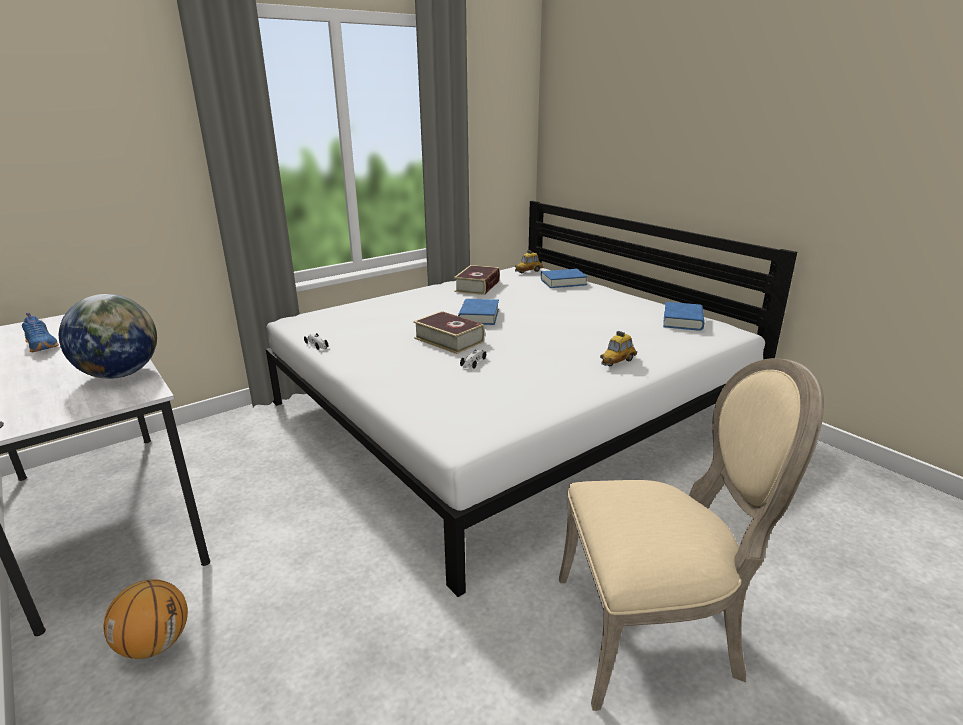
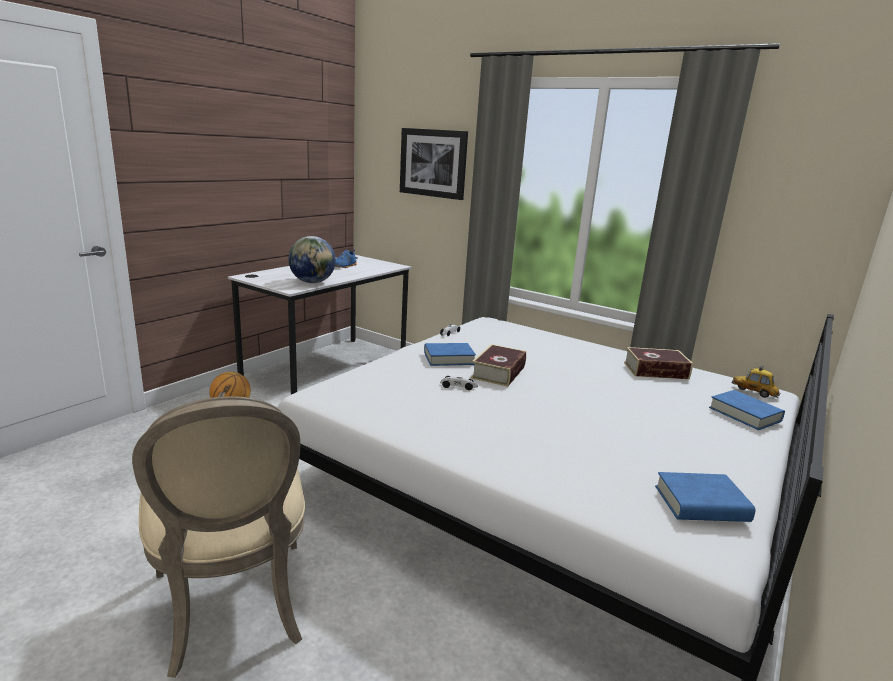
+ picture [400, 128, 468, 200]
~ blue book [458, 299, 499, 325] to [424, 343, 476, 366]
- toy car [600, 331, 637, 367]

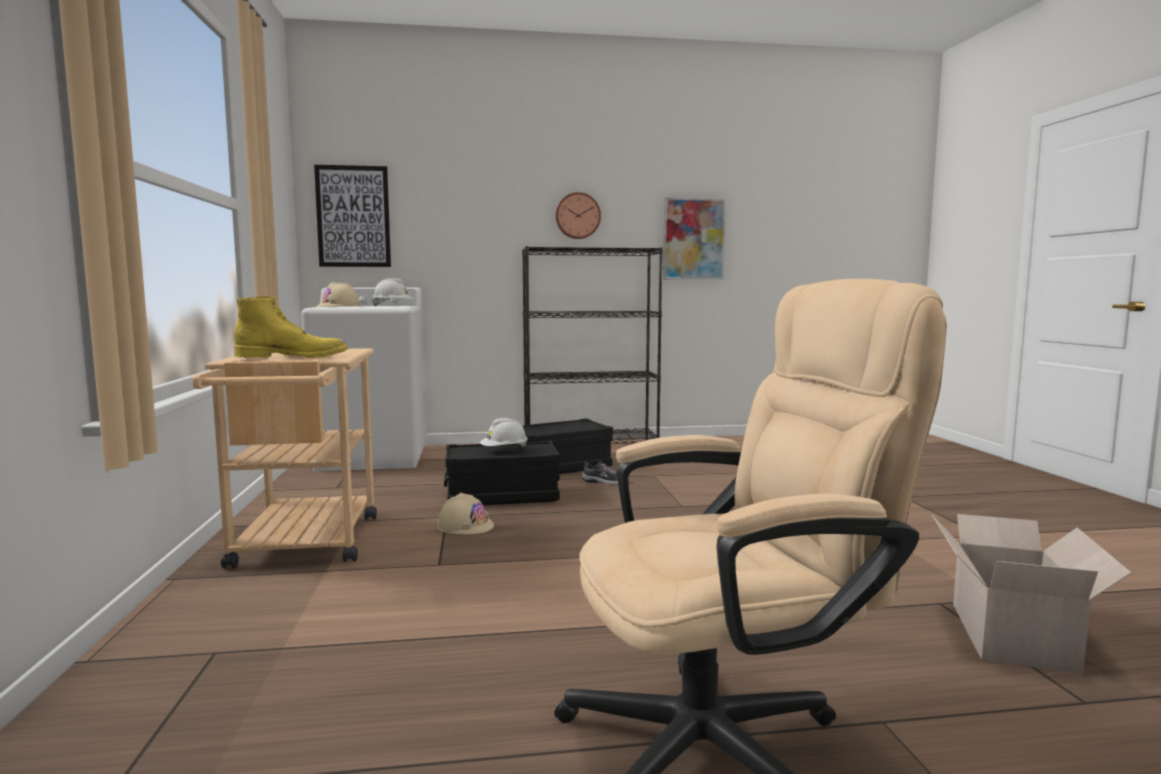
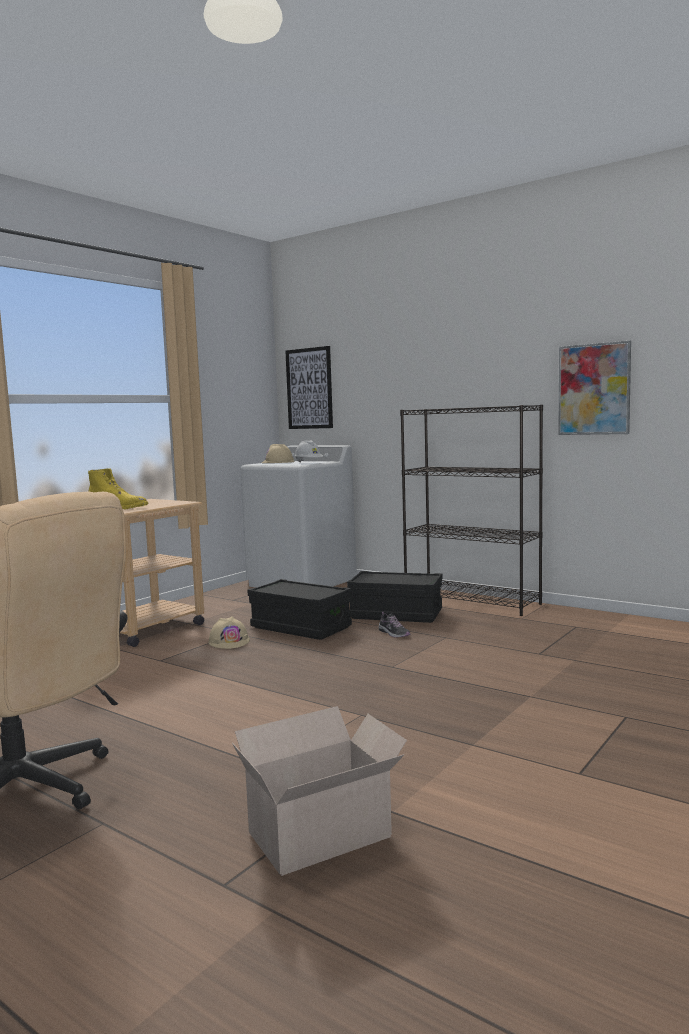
- white hard hat [480, 418, 528, 448]
- wall clock [556, 192, 601, 239]

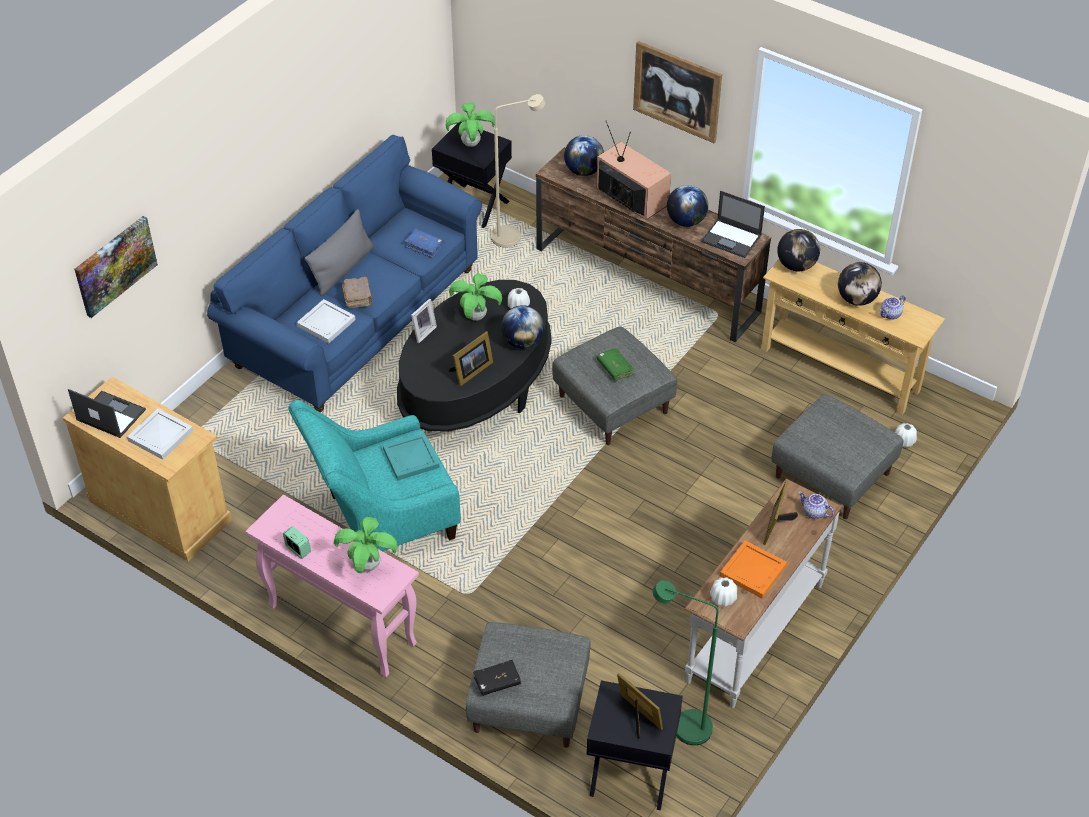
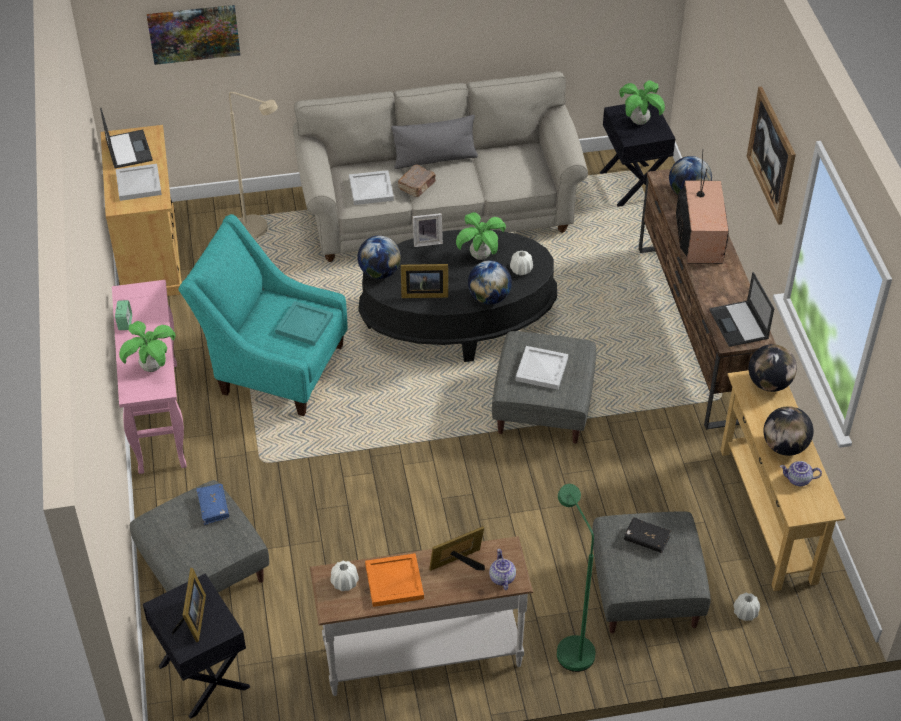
~ blue book [404, 229, 444, 258] to [196, 484, 229, 525]
~ beige floor lamp [491, 94, 545, 247] to [229, 92, 278, 238]
~ blue sofa [207, 135, 482, 412] to beige sofa [292, 71, 588, 262]
~ globe [667, 185, 708, 227] to [357, 235, 401, 279]
~ green book [597, 348, 635, 381] to white tray [515, 346, 568, 390]
~ green floor lamp [653, 580, 719, 745] to [557, 484, 596, 672]
~ black book [473, 660, 521, 696] to [624, 517, 671, 553]

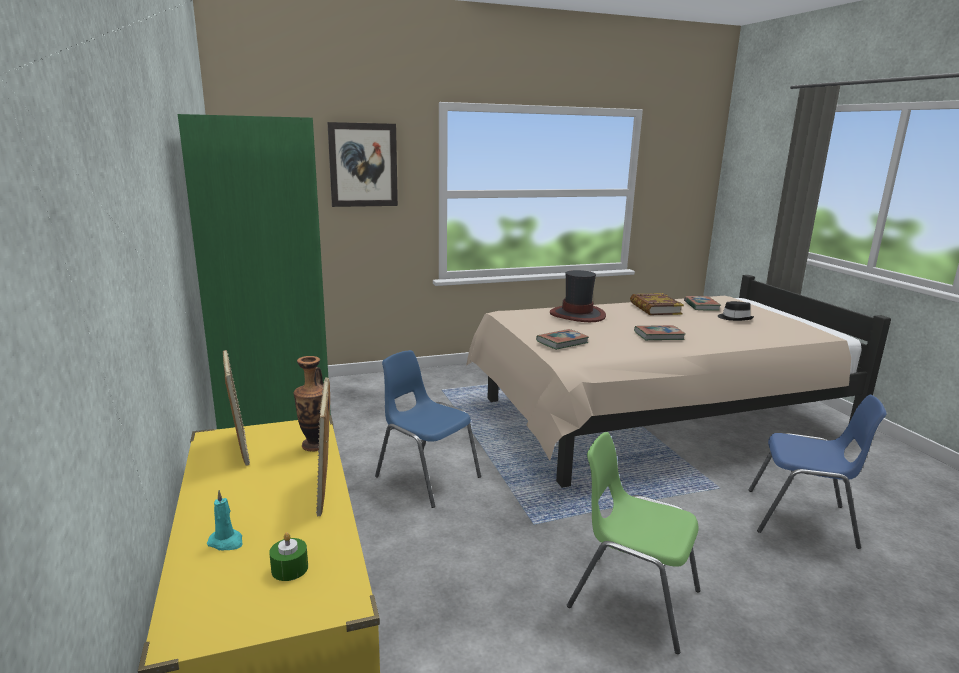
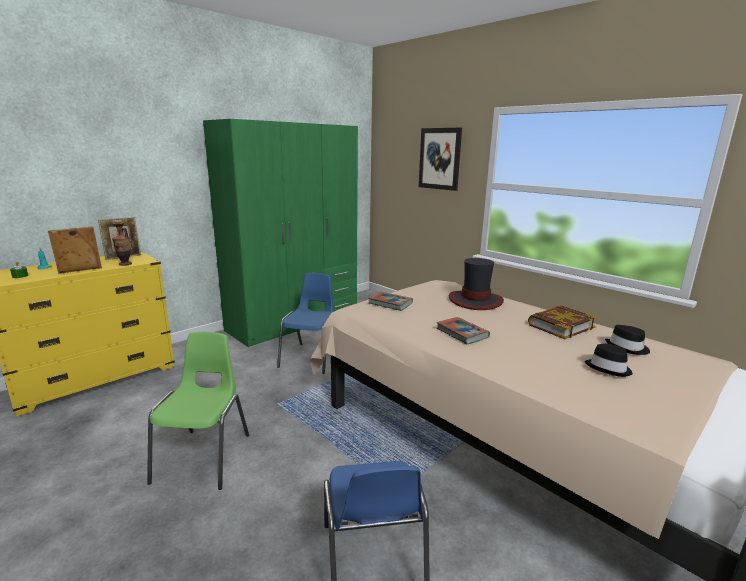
~ book [684, 296, 721, 311] to black hat [605, 325, 650, 355]

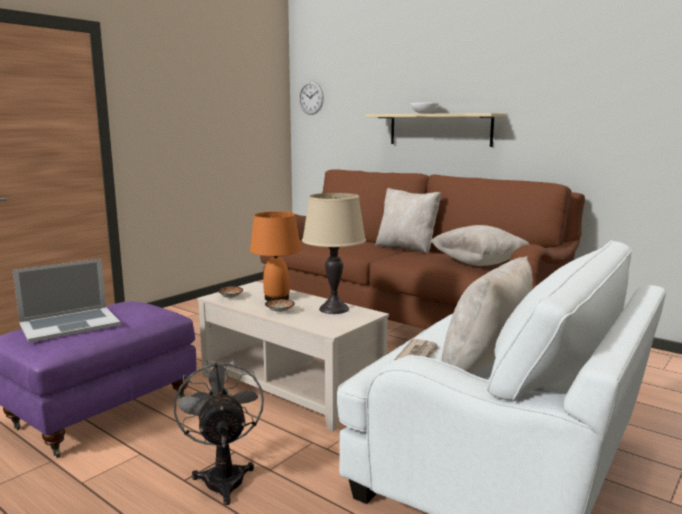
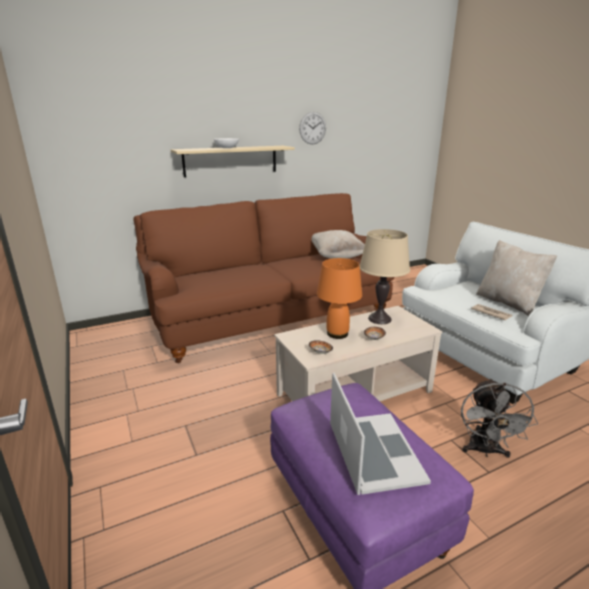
~ wall clock [299, 81, 324, 115] to [299, 112, 326, 144]
~ grey fan [174, 358, 264, 505] = [461, 378, 538, 458] 90 degrees counterclockwise
- beige pillow [375, 188, 441, 254]

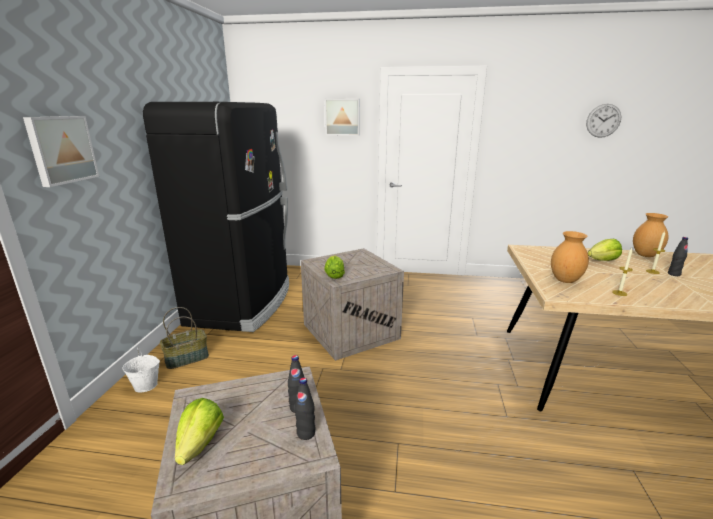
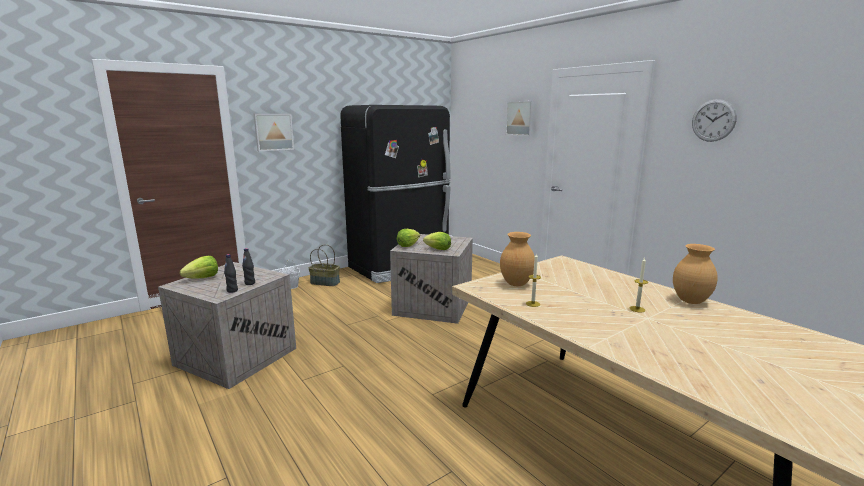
~ lettuce [588, 239, 622, 261] to [423, 232, 451, 250]
~ wall clock [586, 104, 621, 138] to [692, 99, 737, 142]
- black bottle [668, 237, 688, 276]

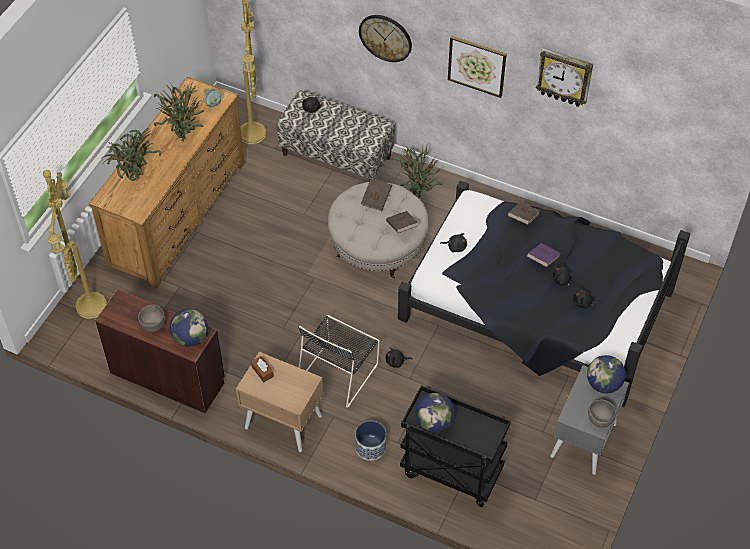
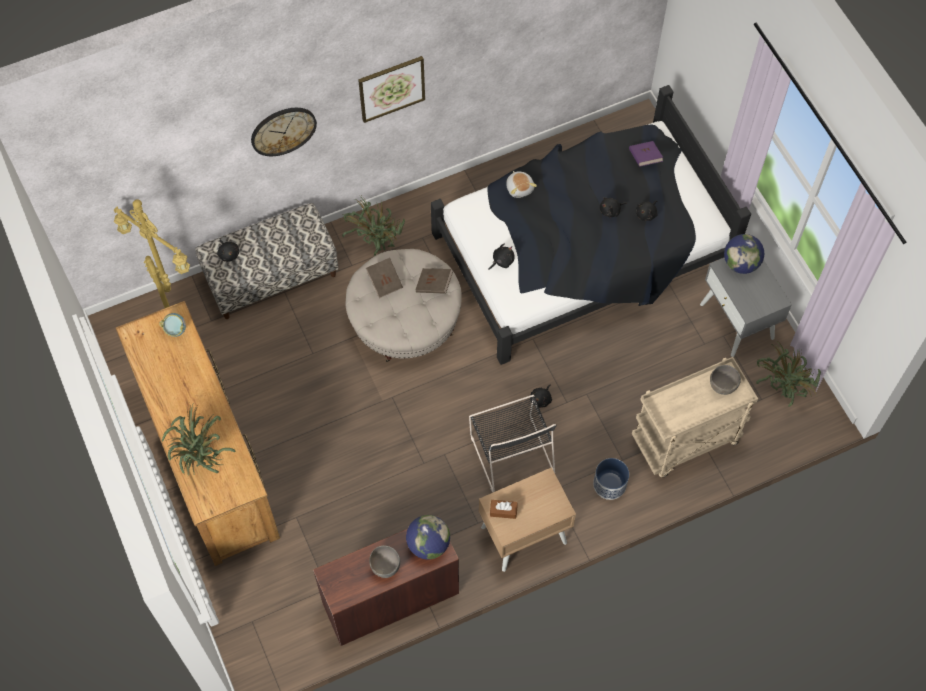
~ brown book [508, 202, 540, 225] to plush toy [506, 171, 537, 198]
~ purple book [527, 243, 561, 267] to [629, 141, 663, 167]
~ black cart [400, 385, 511, 507] to beige cart [632, 357, 758, 477]
~ grey bowl [588, 400, 616, 428] to [710, 365, 741, 395]
~ potted plant [154, 82, 204, 141] to [756, 340, 821, 407]
- yellow floor lamp [43, 170, 107, 319]
- globe [415, 393, 455, 432]
- wall clock [536, 48, 593, 107]

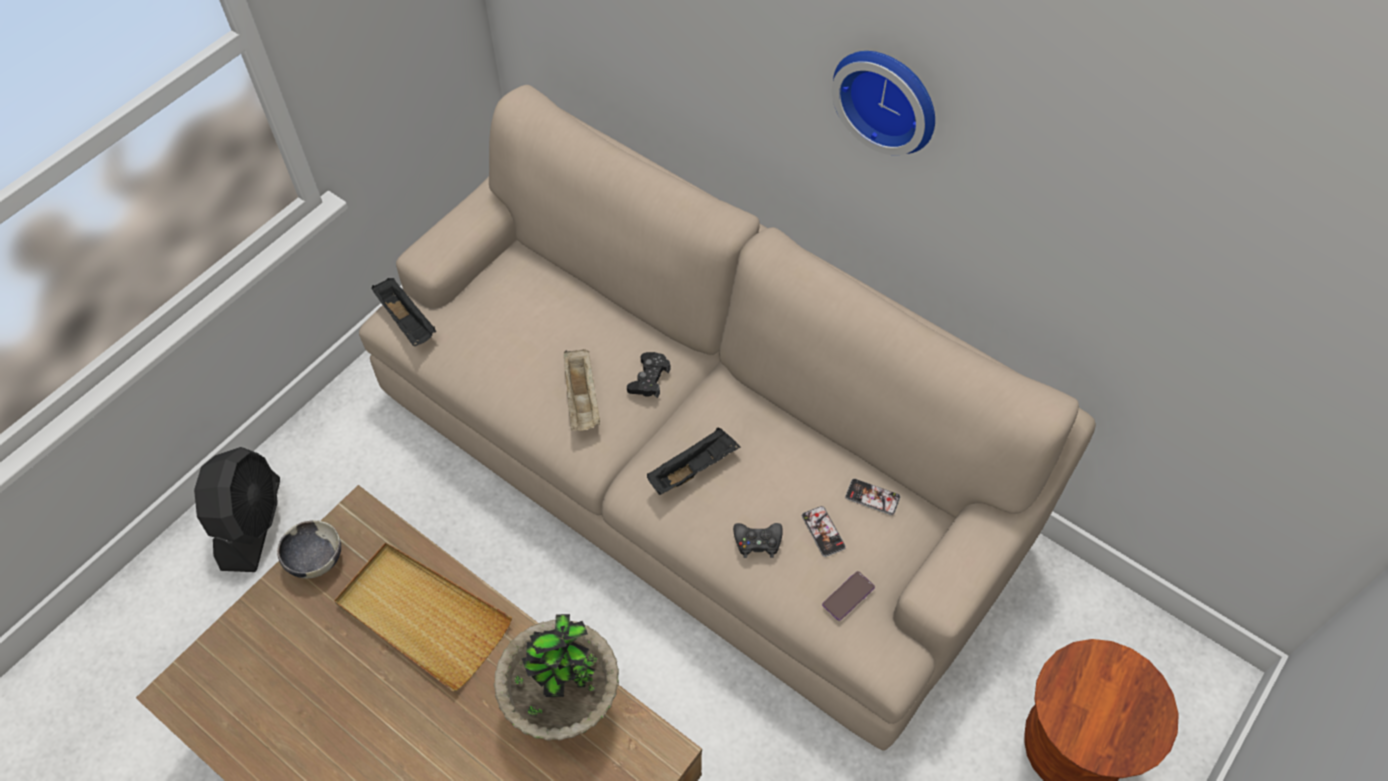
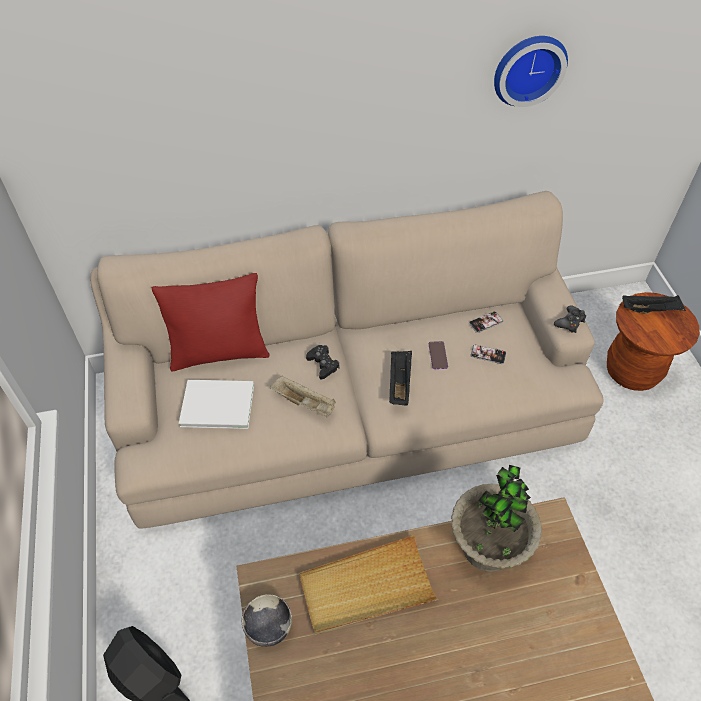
+ red pillow [152, 273, 270, 372]
+ white book [179, 380, 254, 429]
~ phone [822, 571, 875, 621] to [429, 341, 448, 369]
~ wall clock [832, 51, 935, 155] to [494, 36, 568, 107]
~ black game controller [733, 523, 782, 558] to [554, 305, 586, 333]
~ black tray [372, 278, 436, 346] to [622, 295, 686, 314]

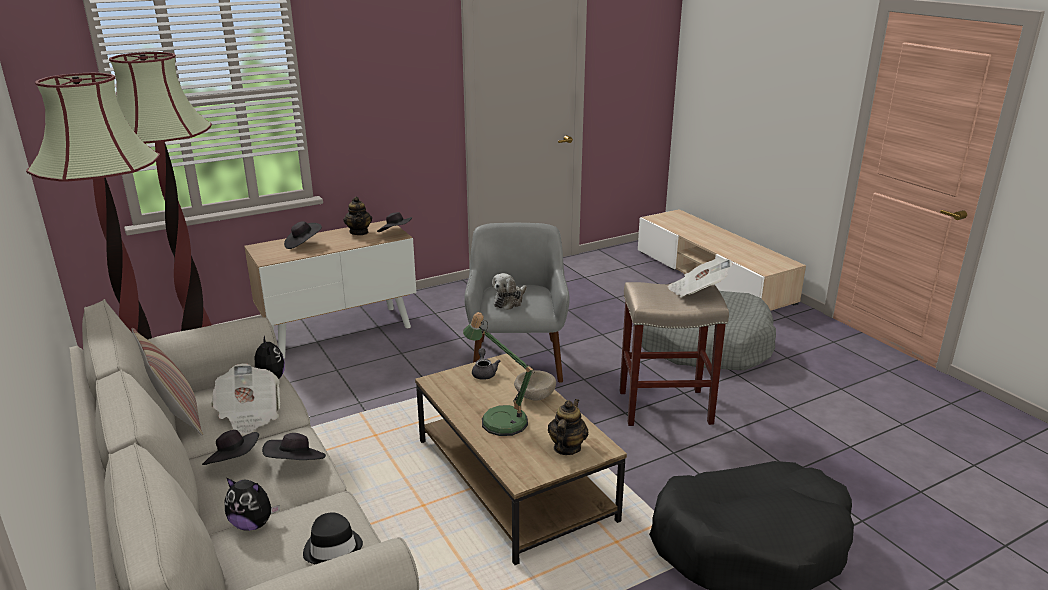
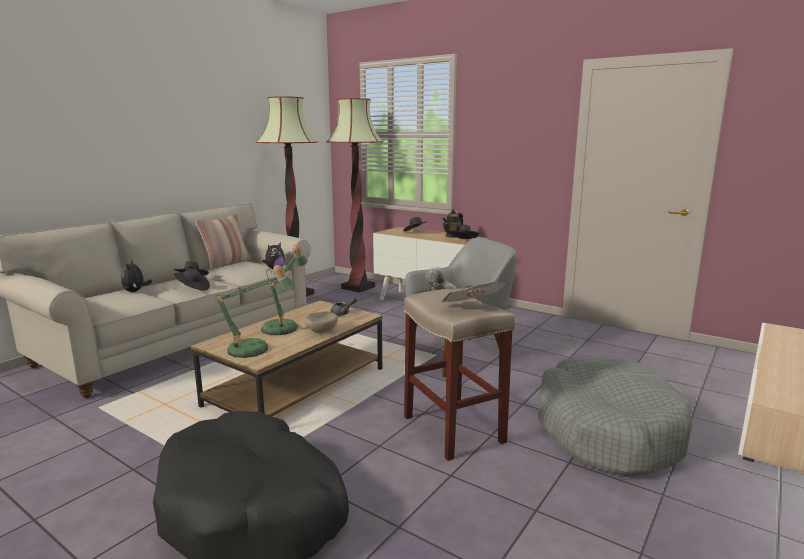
~ teapot [548, 399, 589, 455] to table lamp [214, 265, 295, 358]
- newspaper [211, 363, 280, 435]
- black hat [303, 513, 363, 564]

